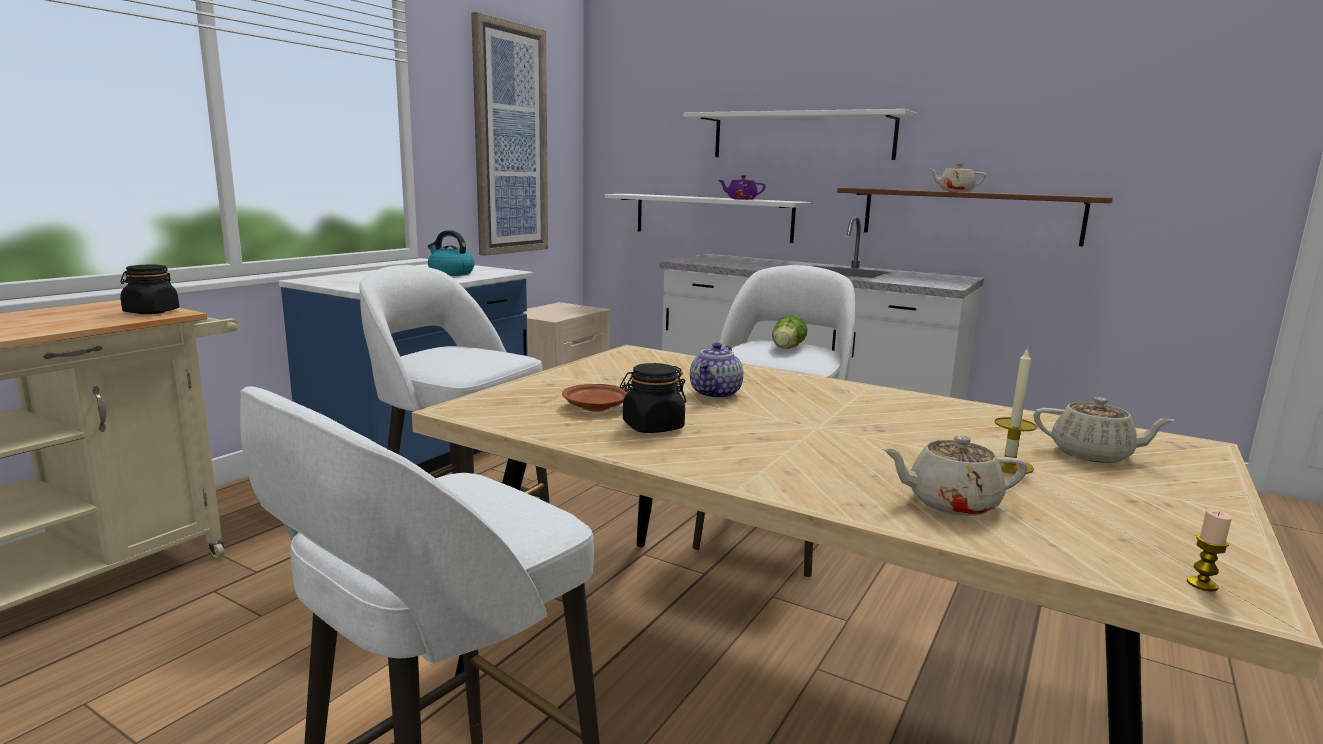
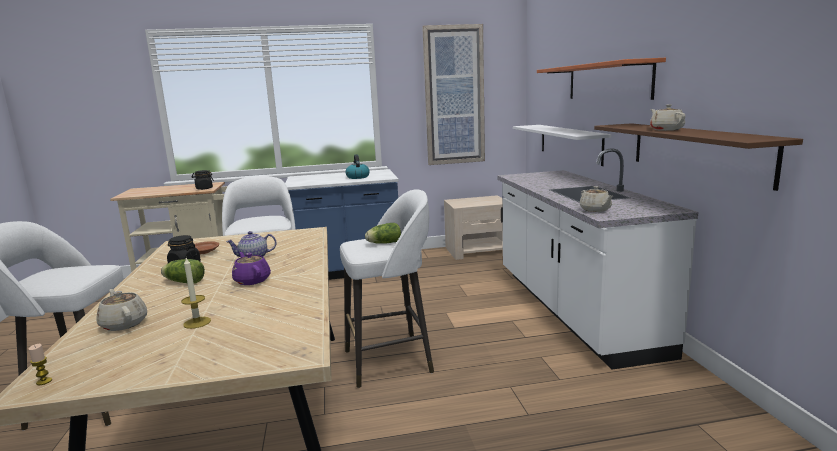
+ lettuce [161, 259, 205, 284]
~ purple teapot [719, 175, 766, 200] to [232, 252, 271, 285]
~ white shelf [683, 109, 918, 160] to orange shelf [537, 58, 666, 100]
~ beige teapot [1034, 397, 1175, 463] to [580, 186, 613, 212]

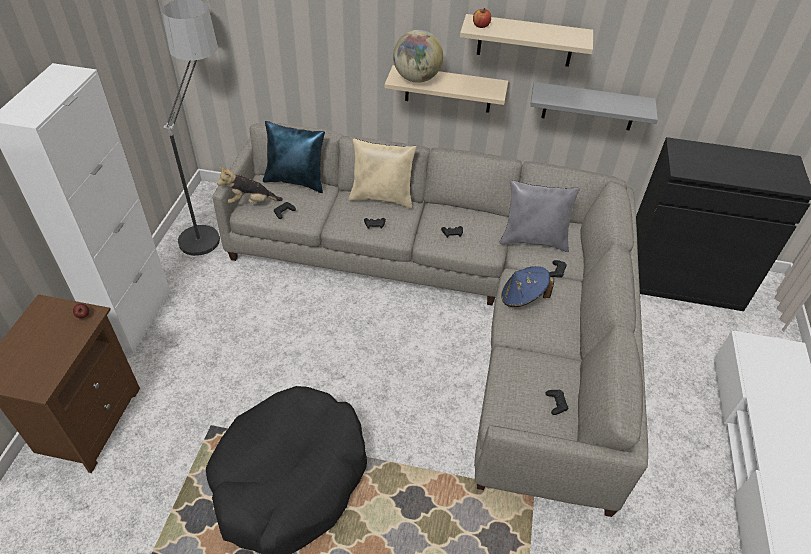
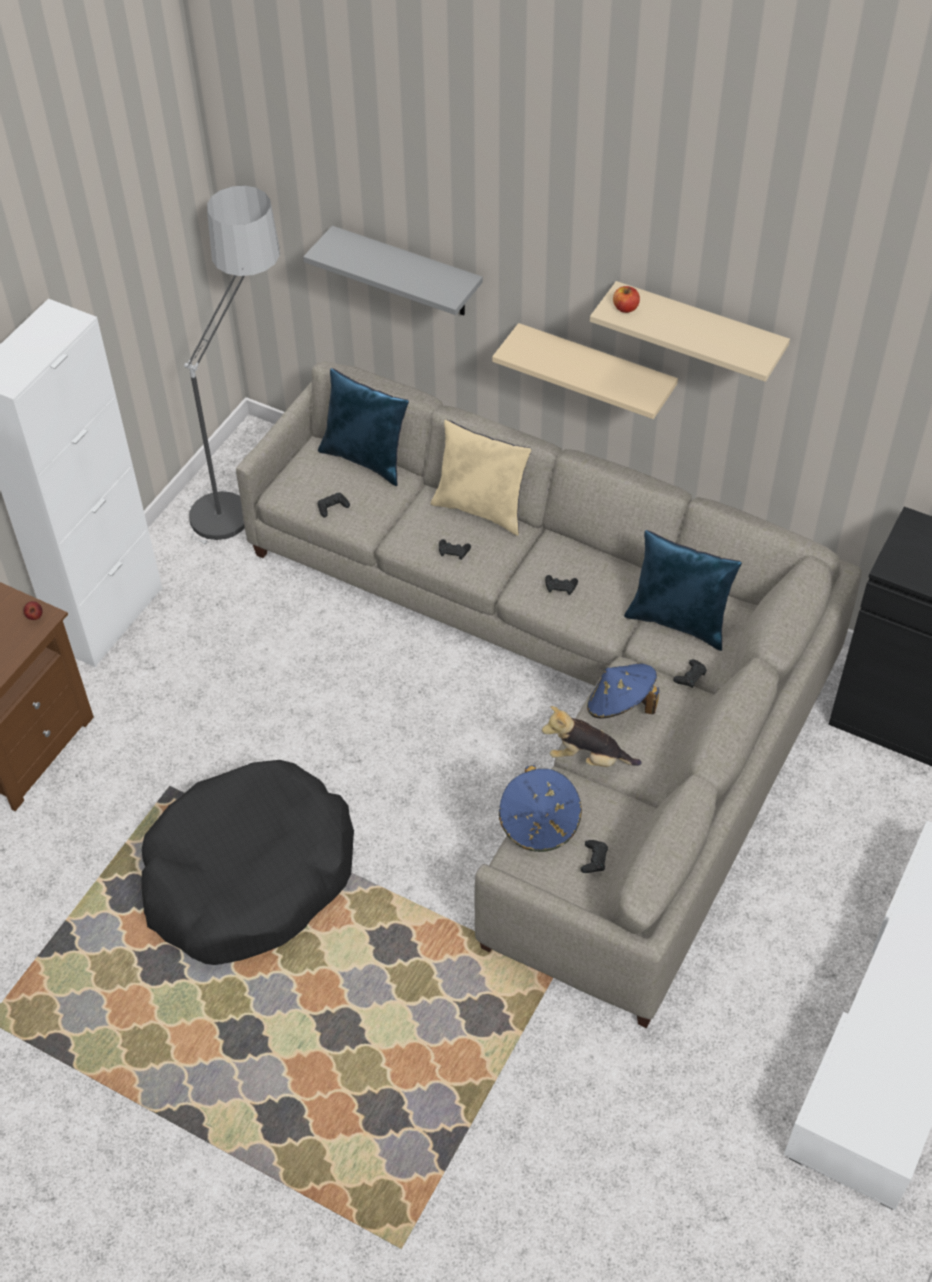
~ grey shelf [530, 82, 658, 130] to [303, 226, 483, 316]
+ blue hat [499, 765, 582, 852]
~ plush toy [217, 167, 283, 203] to [542, 706, 641, 767]
~ grey pillow [499, 180, 580, 252] to blue pillow [624, 530, 742, 651]
- globe [393, 30, 443, 83]

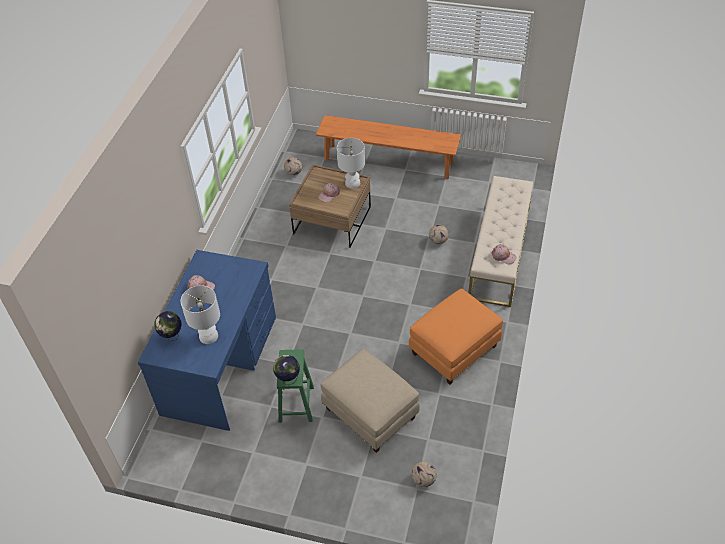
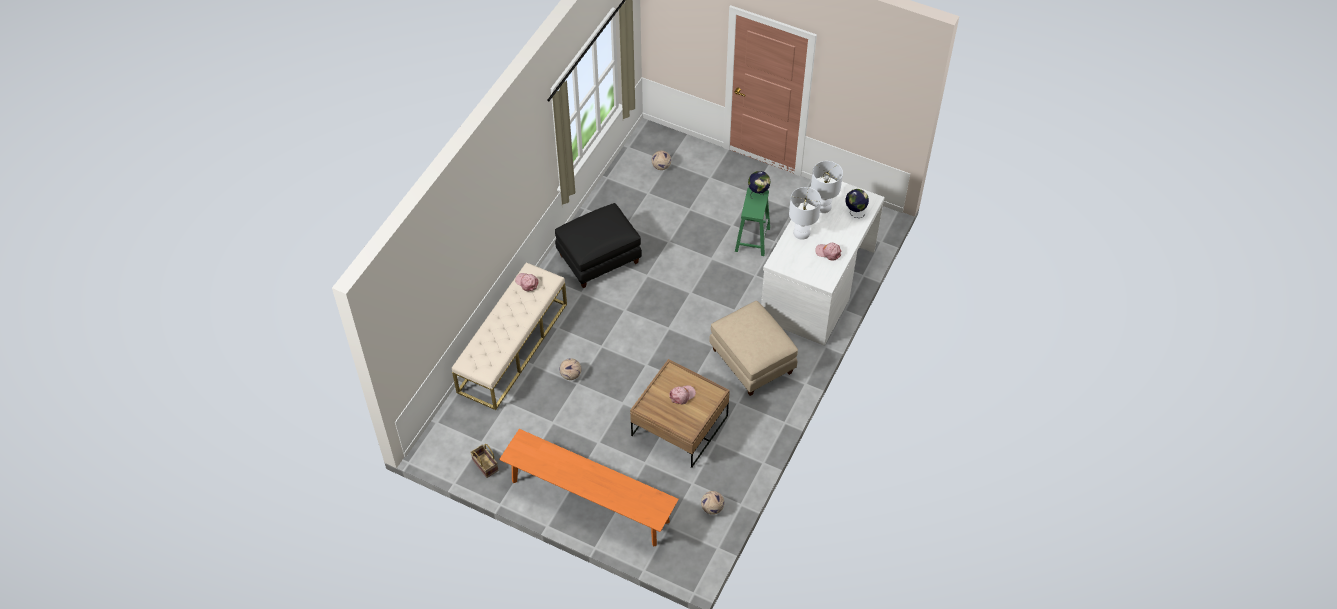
+ basket [470, 444, 498, 478]
~ orange ottoman [409, 289, 503, 385] to black ottoman [555, 203, 642, 288]
~ beige ottoman [321, 349, 420, 453] to [709, 301, 798, 396]
~ blue desk [138, 250, 276, 431] to white desk [761, 177, 885, 345]
~ white table lamp [337, 138, 365, 189] to [789, 187, 821, 240]

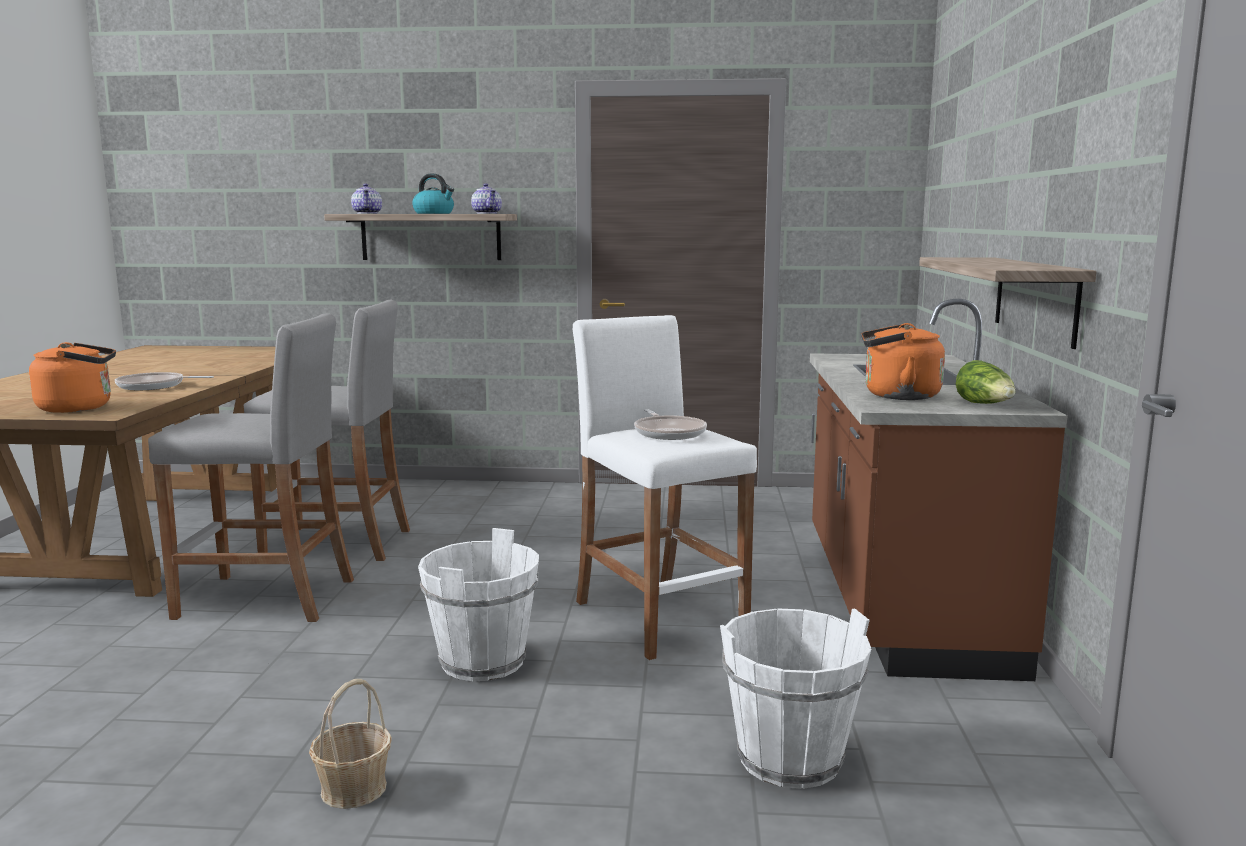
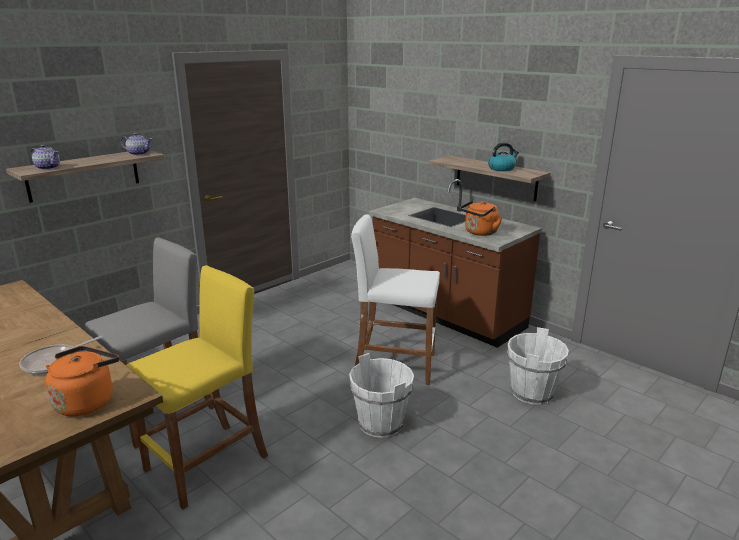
~ grey stool [148, 313, 354, 622] to yellow stool [126, 265, 268, 510]
~ kettle [412, 173, 454, 214] to [488, 143, 519, 171]
- basket [309, 679, 392, 809]
- frying pan [634, 409, 707, 440]
- lettuce [956, 360, 1015, 404]

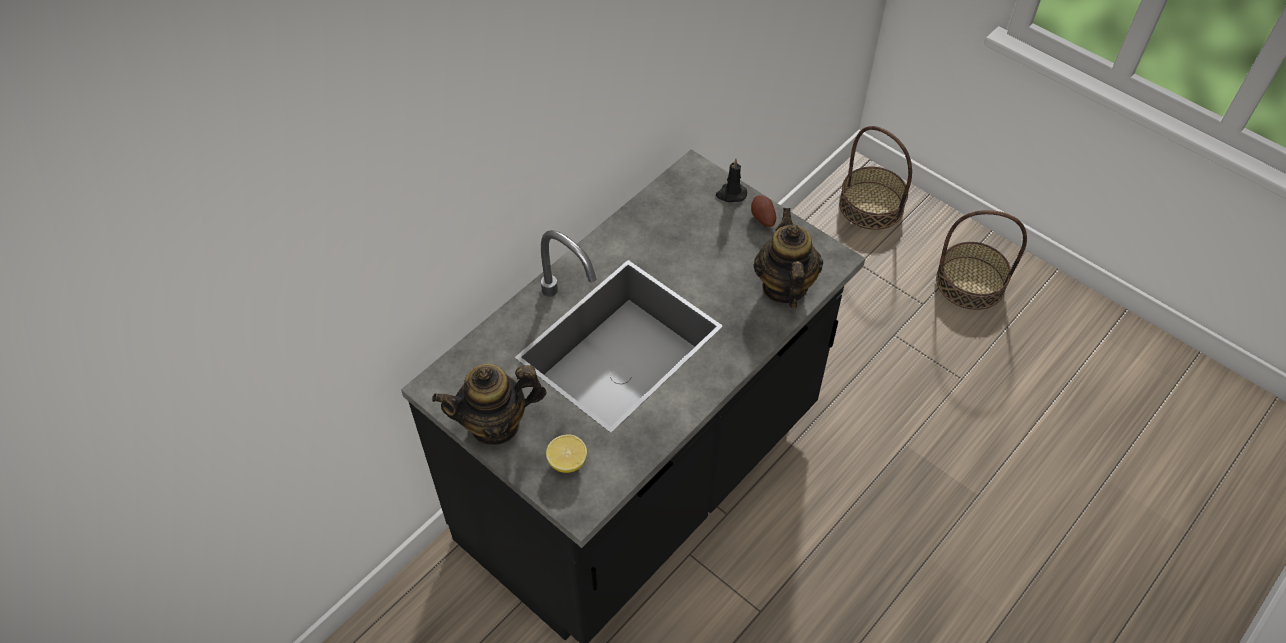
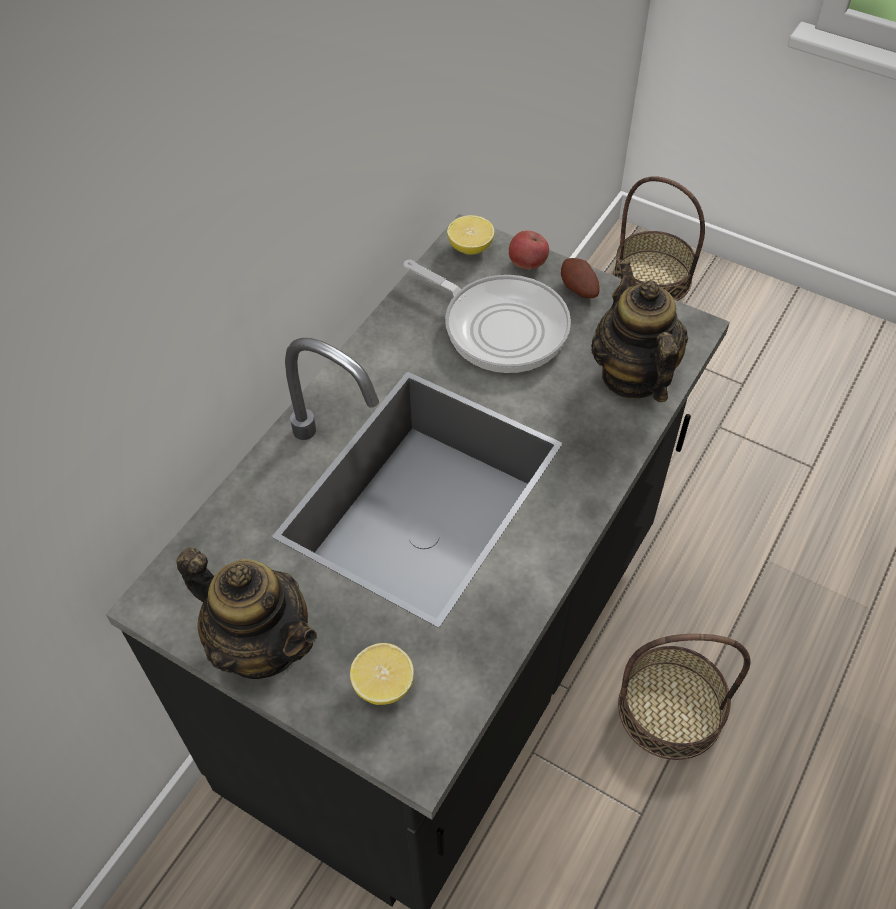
~ teapot [432, 364, 546, 445] = [177, 547, 317, 679] 120 degrees counterclockwise
+ frying pan [403, 260, 571, 373]
+ lemon [447, 215, 494, 255]
~ black candle [716, 158, 747, 202] to apple [509, 230, 549, 269]
~ basket [936, 210, 1027, 310] to [618, 634, 750, 760]

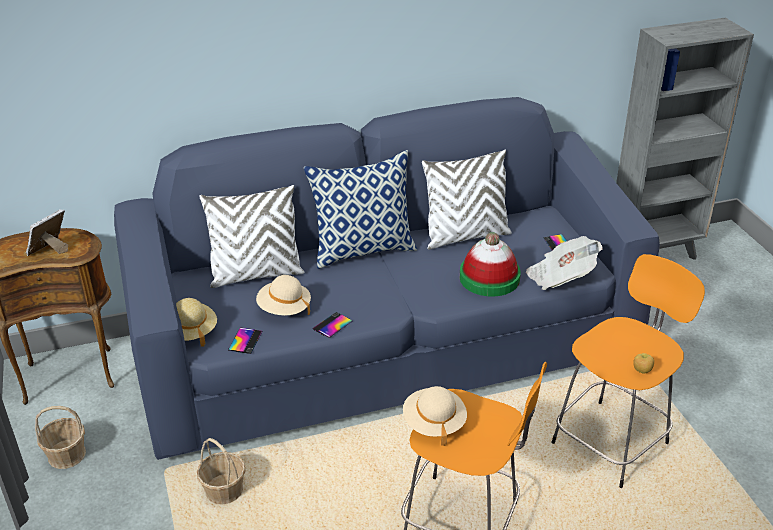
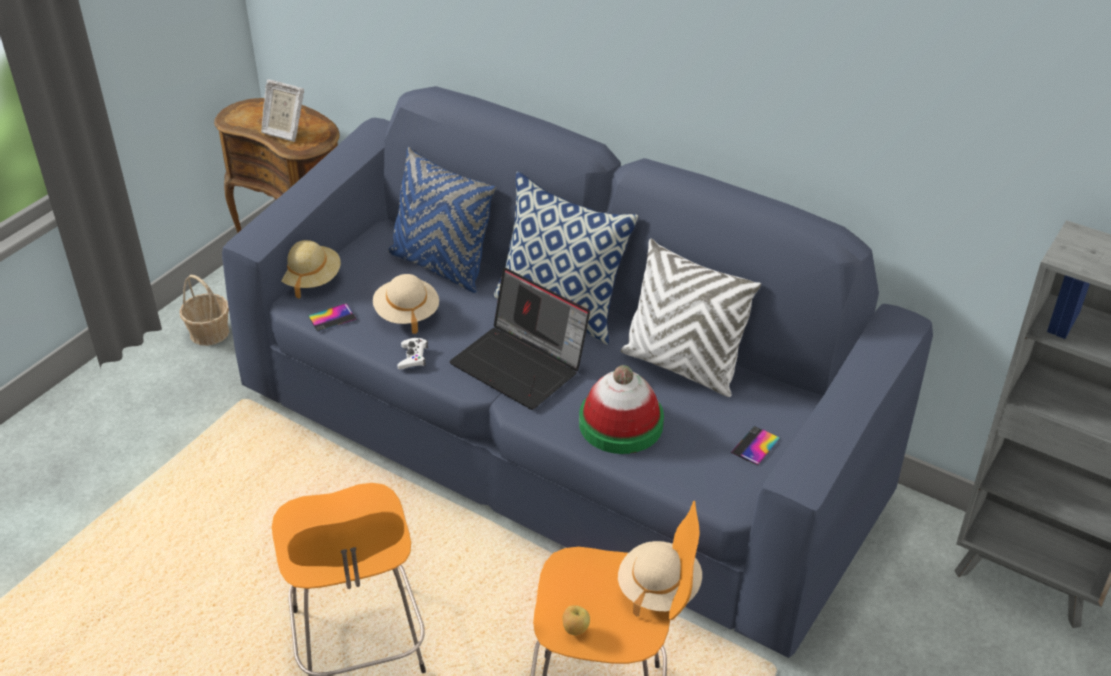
~ picture frame [26, 209, 68, 256] = [261, 79, 304, 142] 150 degrees counterclockwise
~ white pillow [199, 185, 304, 288] to blue pillow [388, 147, 496, 293]
~ phone [312, 312, 353, 338] to white game controller [397, 338, 428, 369]
+ laptop [450, 268, 590, 410]
~ beige hat [403, 386, 467, 446] to [618, 541, 702, 617]
- basket [197, 438, 245, 505]
- newspaper [526, 236, 603, 290]

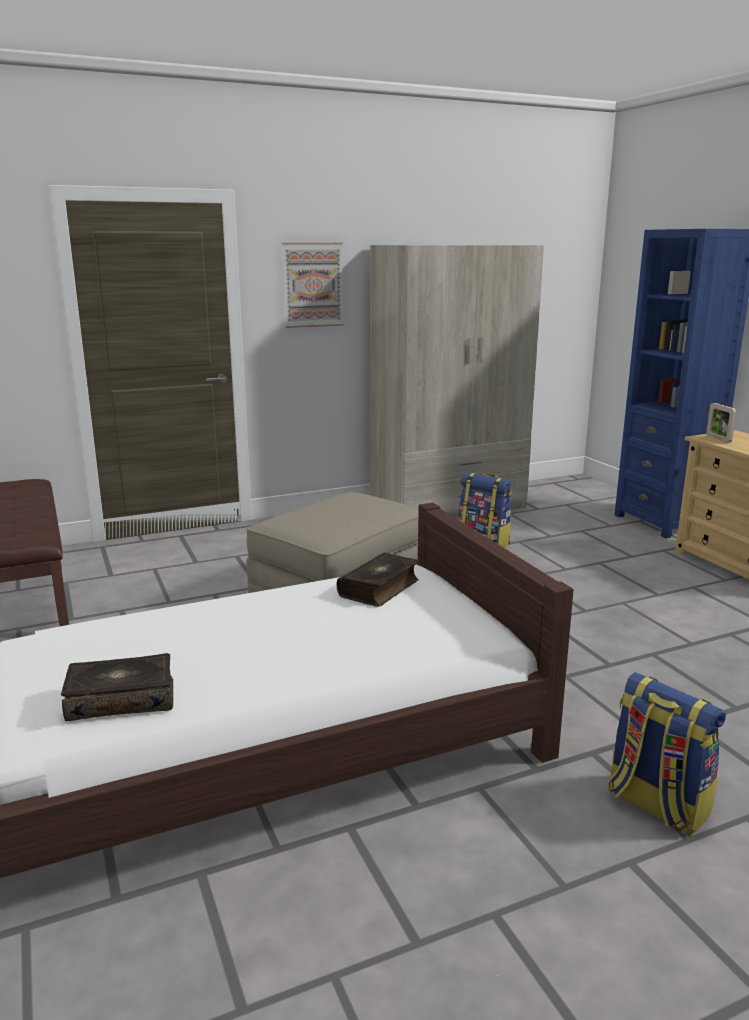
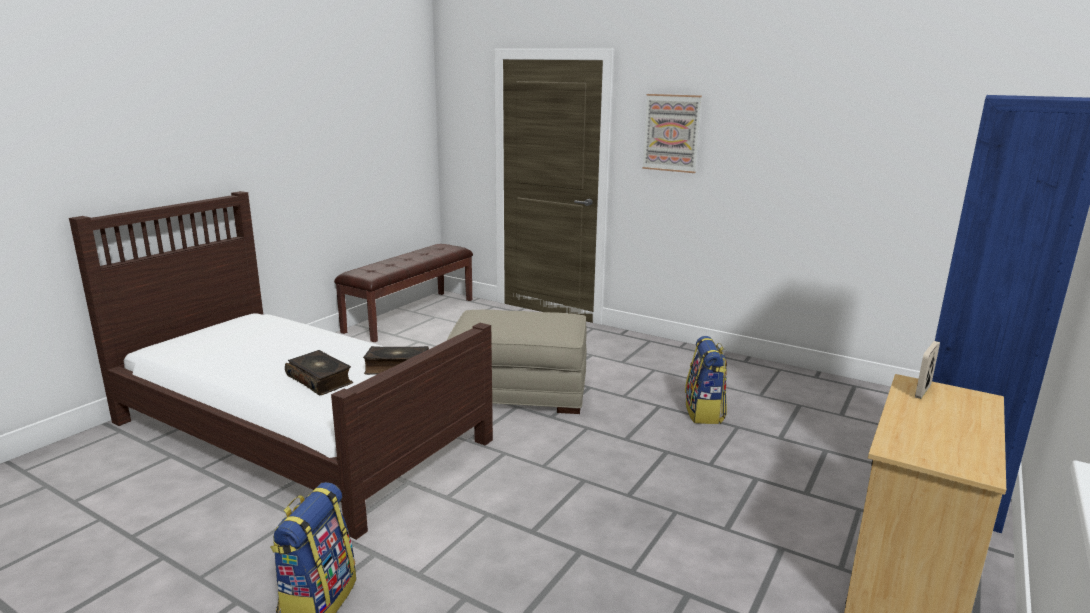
~ book [61, 653, 173, 721] to [285, 350, 353, 395]
- beige wardrobe [370, 245, 544, 518]

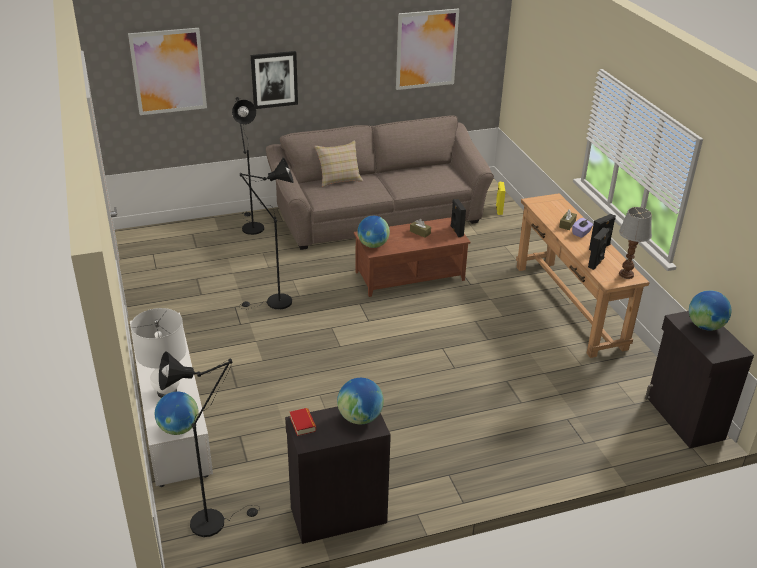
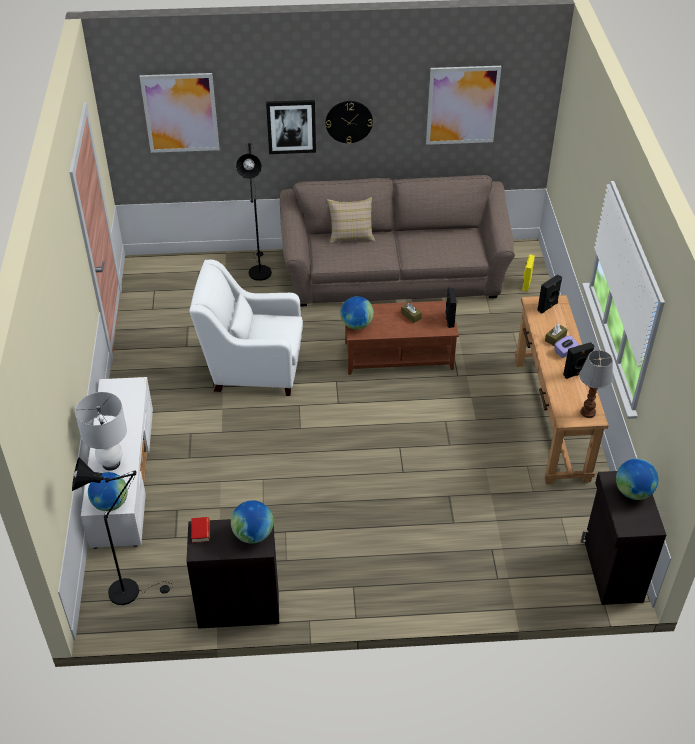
~ black floor lamp [240, 157, 294, 310] to white armchair [189, 260, 303, 396]
+ wall clock [326, 101, 373, 144]
~ black speaker [588, 227, 610, 270] to [537, 274, 562, 314]

